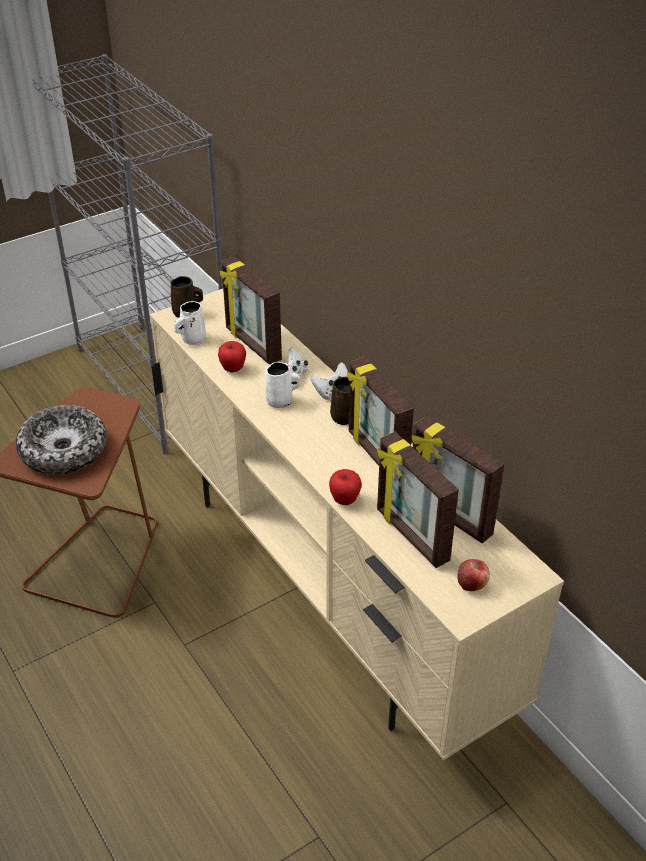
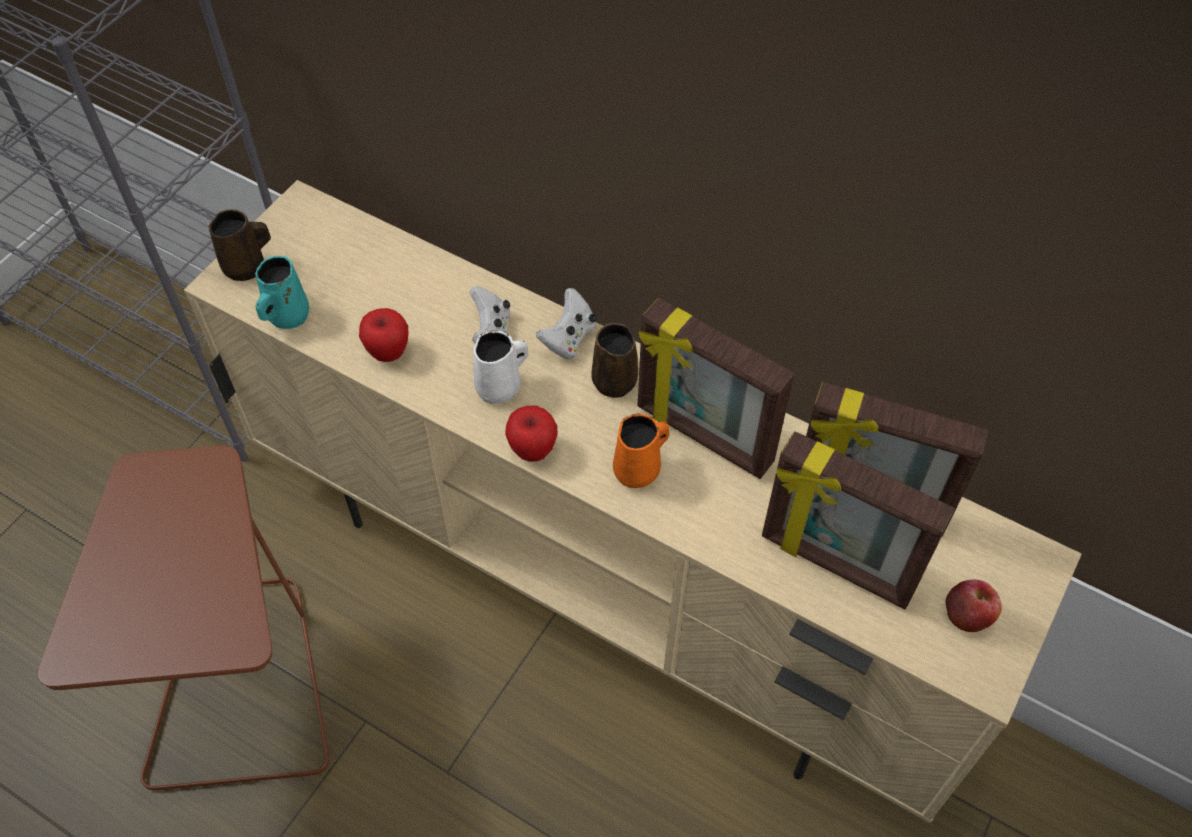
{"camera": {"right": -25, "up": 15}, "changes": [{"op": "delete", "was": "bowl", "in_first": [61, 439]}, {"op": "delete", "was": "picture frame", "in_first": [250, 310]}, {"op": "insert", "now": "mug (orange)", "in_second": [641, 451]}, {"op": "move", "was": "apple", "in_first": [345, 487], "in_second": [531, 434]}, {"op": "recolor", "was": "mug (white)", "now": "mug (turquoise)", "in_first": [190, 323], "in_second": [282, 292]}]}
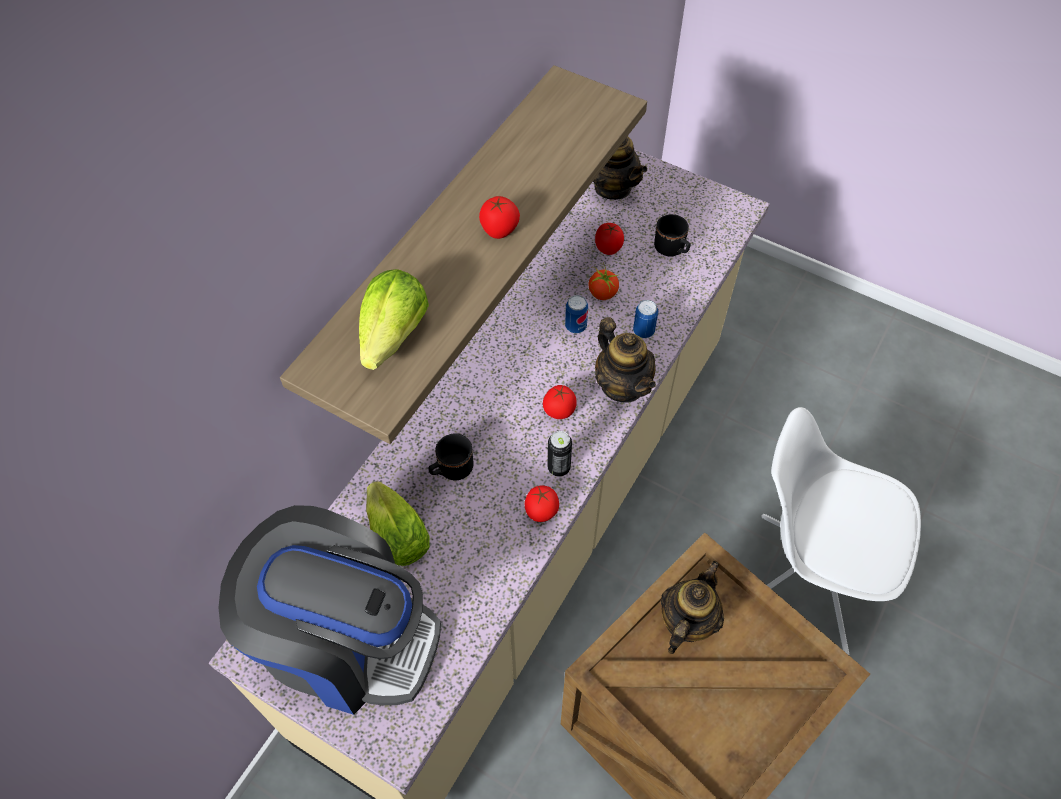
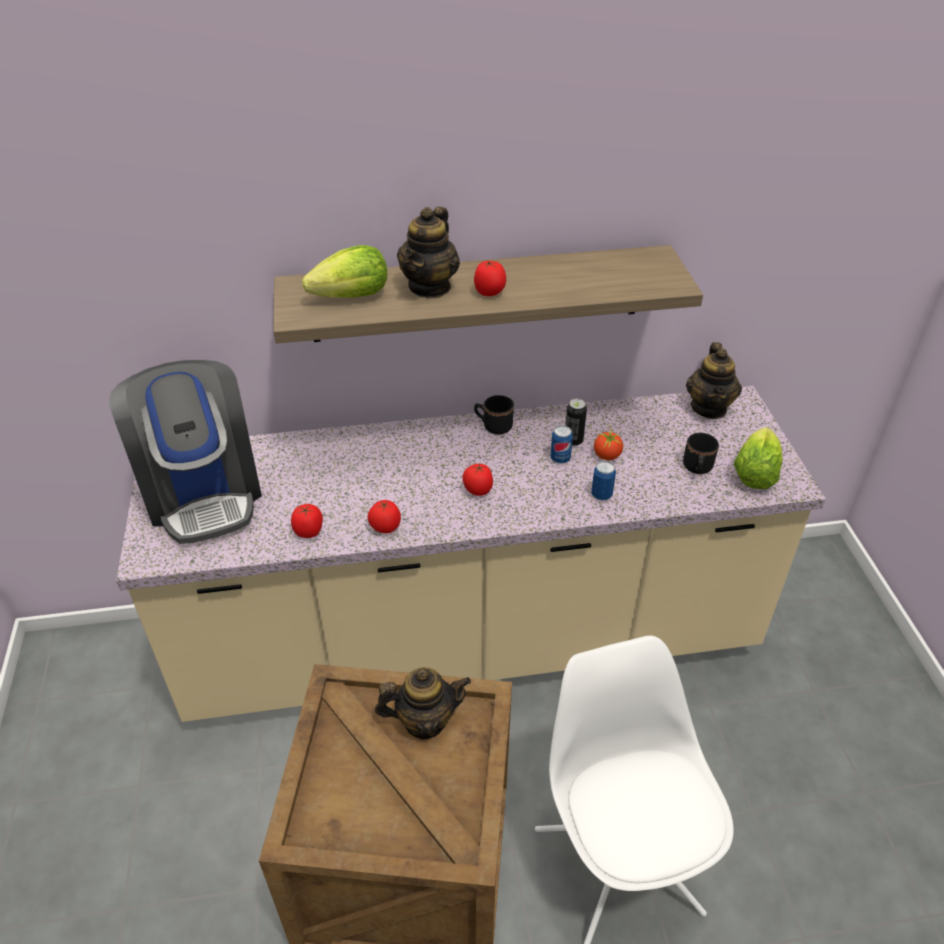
{"camera": {"right": 50, "up": -15}, "changes": [{"op": "move", "was": "lettuce", "in_first": [398, 523], "in_second": [758, 458]}, {"op": "move", "was": "mug (black)", "in_first": [451, 457], "in_second": [494, 415]}, {"op": "move", "was": "can", "in_first": [559, 453], "in_second": [576, 422]}, {"op": "move", "was": "tomato", "in_first": [609, 239], "in_second": [307, 521]}, {"op": "move", "was": "teapot", "in_first": [625, 359], "in_second": [428, 252]}]}
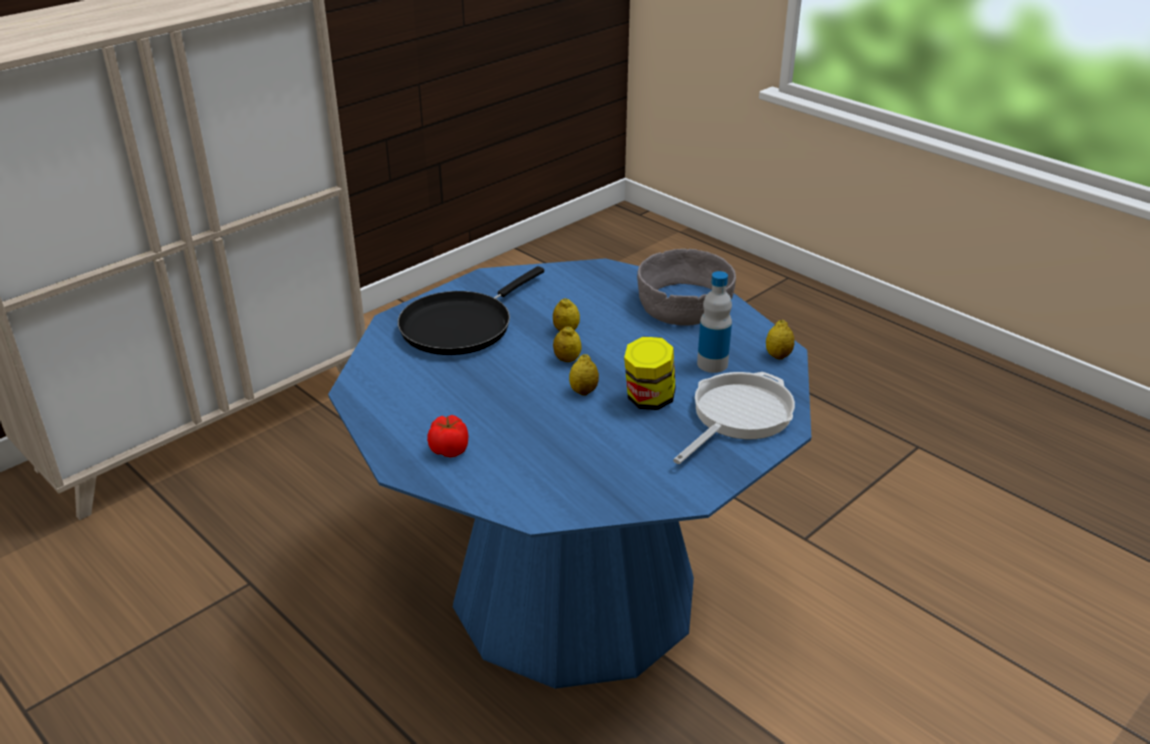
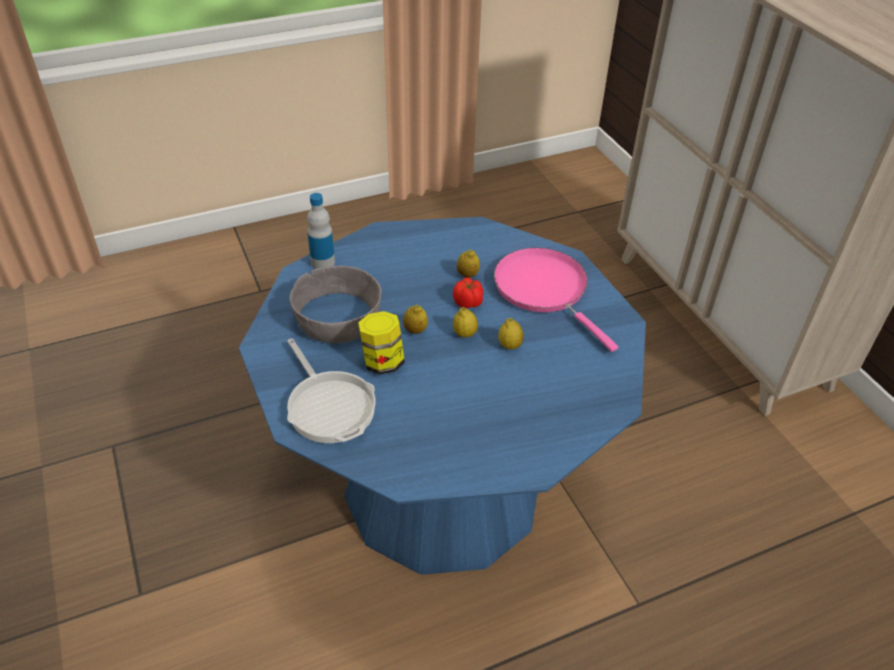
{"camera": {"right": 110, "up": 10}, "changes": [{"op": "move", "was": "tomato", "in_first": [447, 436], "in_second": [468, 293]}, {"op": "move", "was": "bowl (grey)", "in_first": [686, 287], "in_second": [335, 304]}, {"op": "move", "was": "bottle", "in_first": [714, 322], "in_second": [321, 231]}, {"op": "move", "was": "lemon", "in_first": [780, 340], "in_second": [468, 264]}, {"op": "recolor", "was": "frying pan (black)", "now": "frying pan (pink)", "in_first": [471, 310], "in_second": [556, 300]}]}
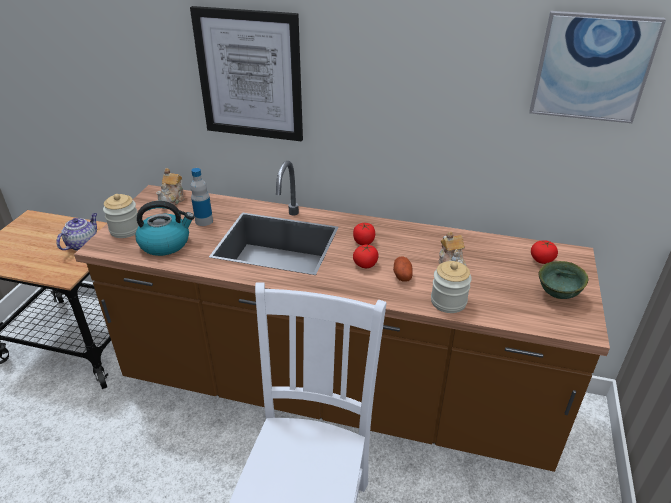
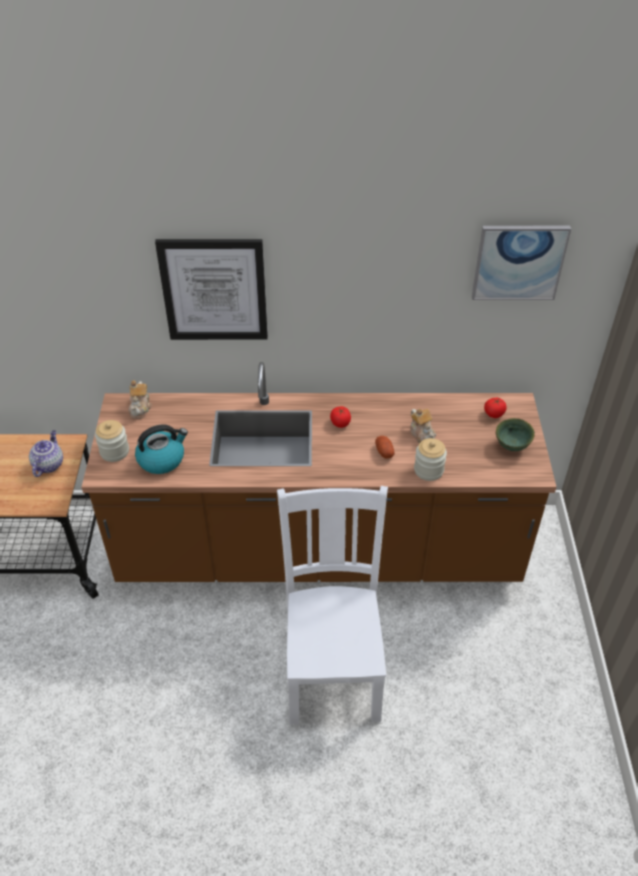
{"camera": {"right": -15, "up": 10}, "changes": [{"op": "delete", "was": "bottle", "in_first": [201, 197]}, {"op": "delete", "was": "tomato", "in_first": [365, 256]}]}
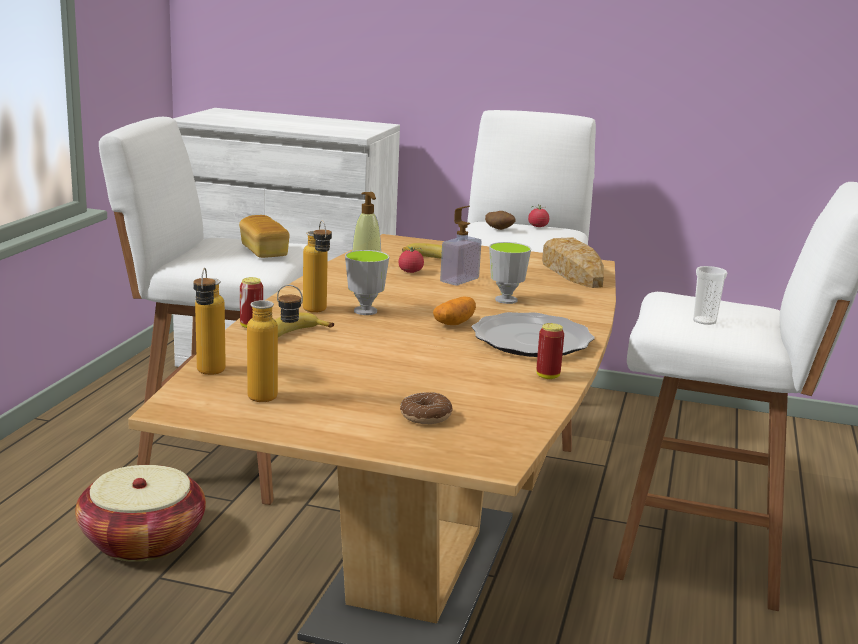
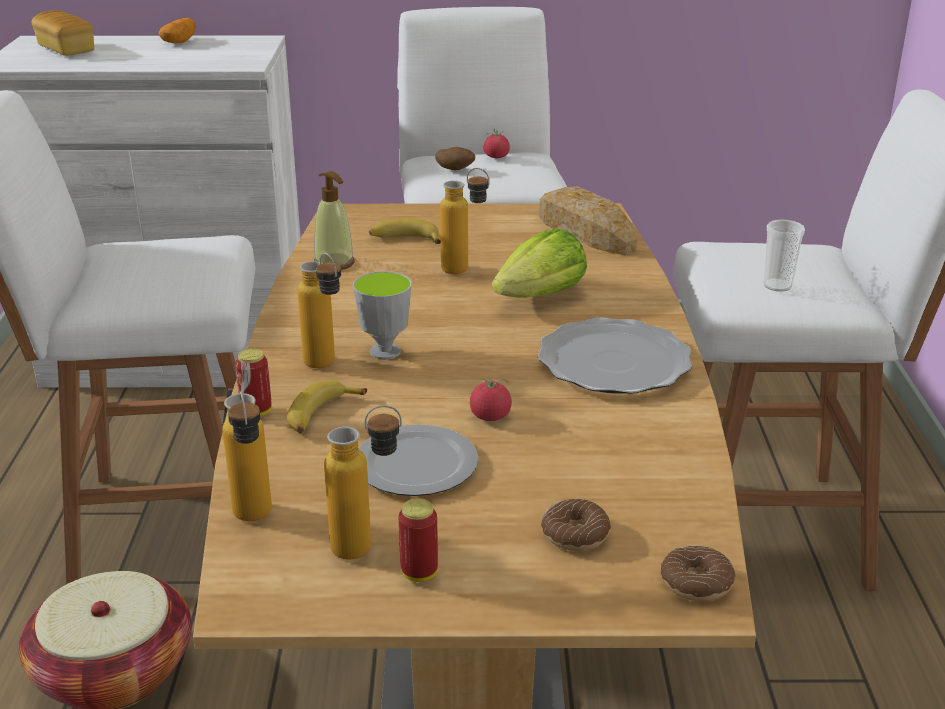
{"camera": {"right": -15, "up": 10}, "changes": [{"op": "insert", "now": "plate", "in_second": [418, 460]}, {"op": "insert", "now": "donut", "in_second": [698, 573]}, {"op": "move", "was": "bread", "in_first": [264, 236], "in_second": [63, 33]}, {"op": "move", "was": "tomato", "in_first": [411, 259], "in_second": [491, 399]}, {"op": "move", "was": "potato", "in_first": [454, 310], "in_second": [177, 30]}, {"op": "move", "was": "can", "in_first": [550, 351], "in_second": [418, 540]}, {"op": "replace", "was": "soap dispenser", "now": "bottle", "in_first": [460, 246], "in_second": [465, 221]}, {"op": "replace", "was": "cup", "now": "lettuce", "in_first": [510, 273], "in_second": [539, 263]}]}
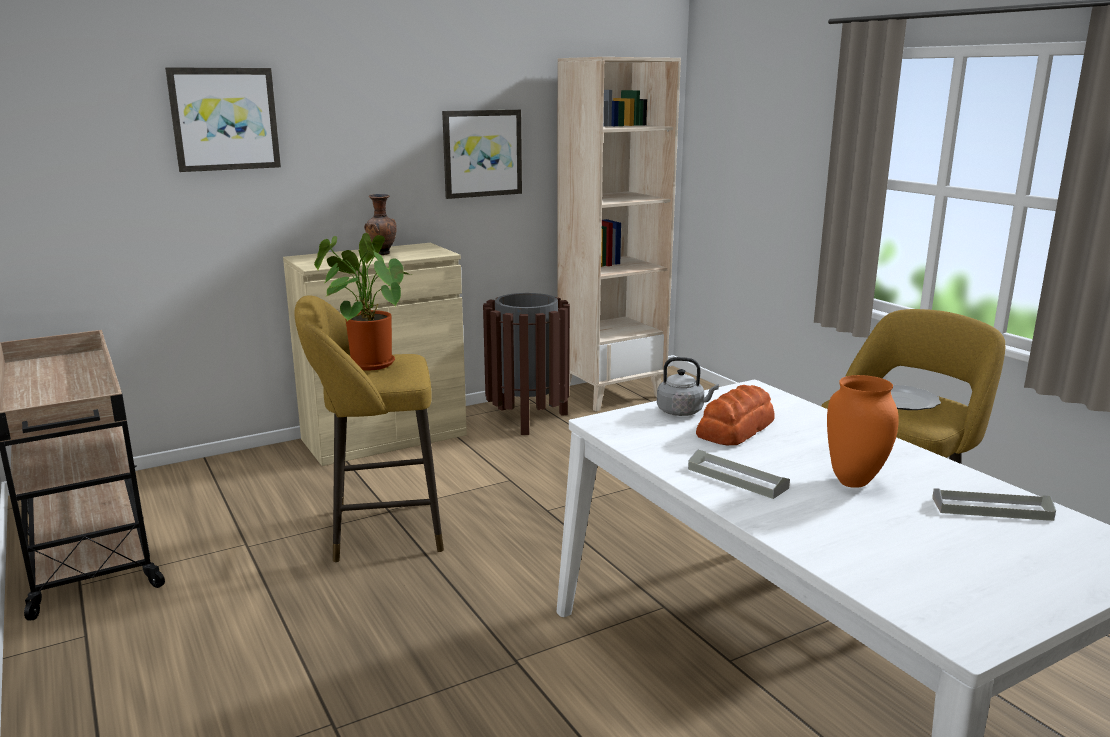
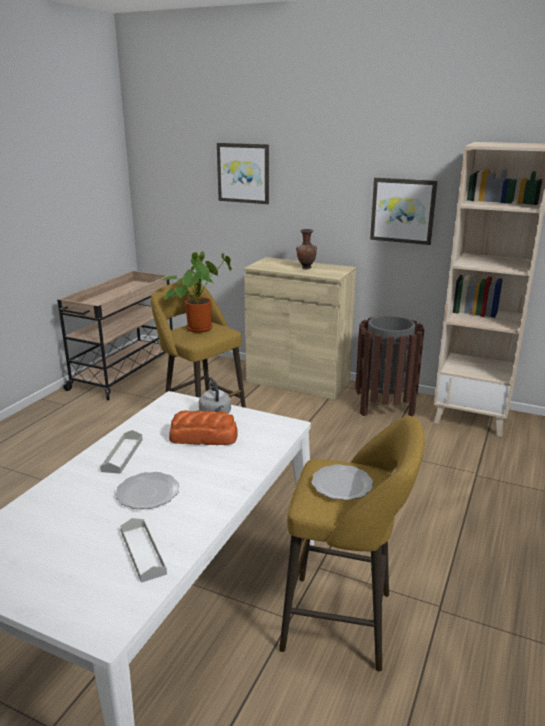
{"camera": {"right": 55, "up": 5}, "changes": [{"op": "replace", "was": "vase (orange)", "now": "plate", "in_first": [863, 431], "in_second": [147, 490]}]}
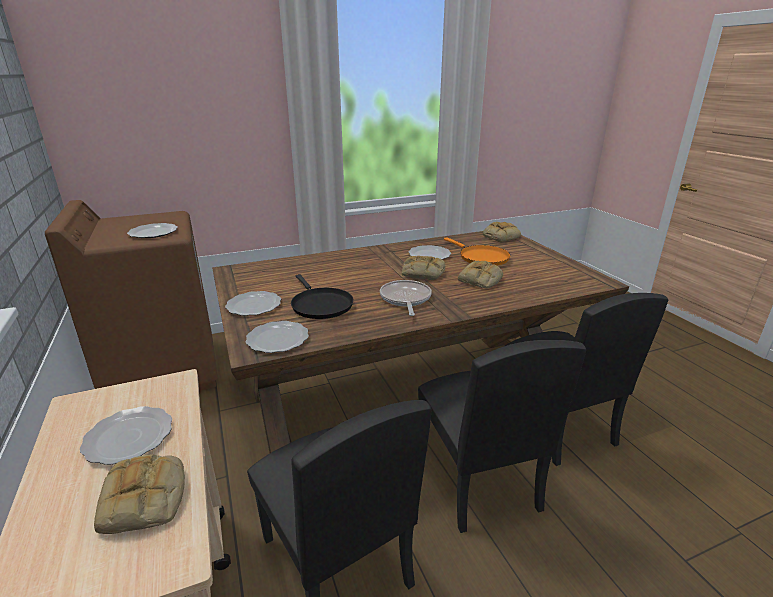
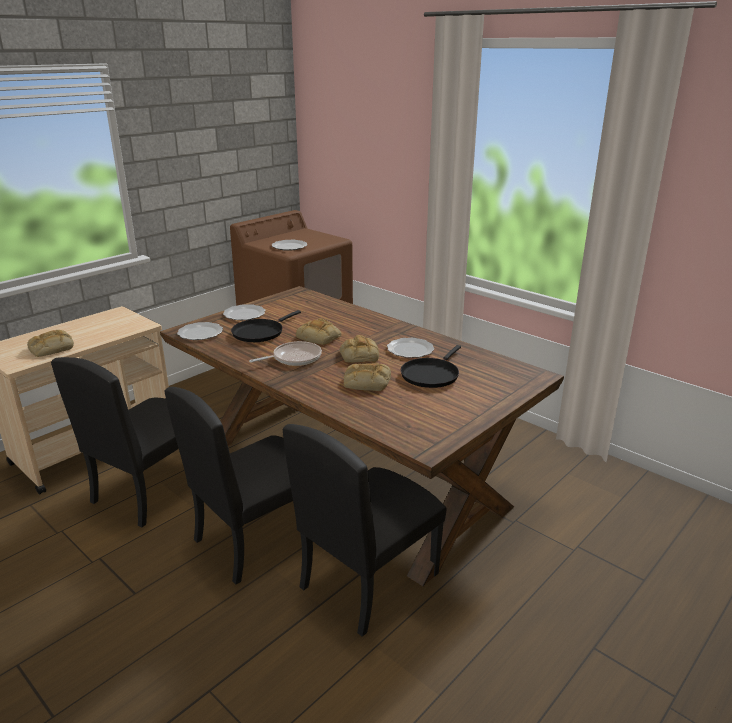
{"camera": {"right": 65, "up": 0}, "changes": [{"op": "delete", "was": "plate", "in_first": [126, 435]}, {"op": "move", "was": "bread", "in_first": [502, 232], "in_second": [319, 331]}, {"op": "recolor", "was": "frying pan (orange)", "now": "frying pan (black)", "in_first": [477, 251], "in_second": [431, 366]}]}
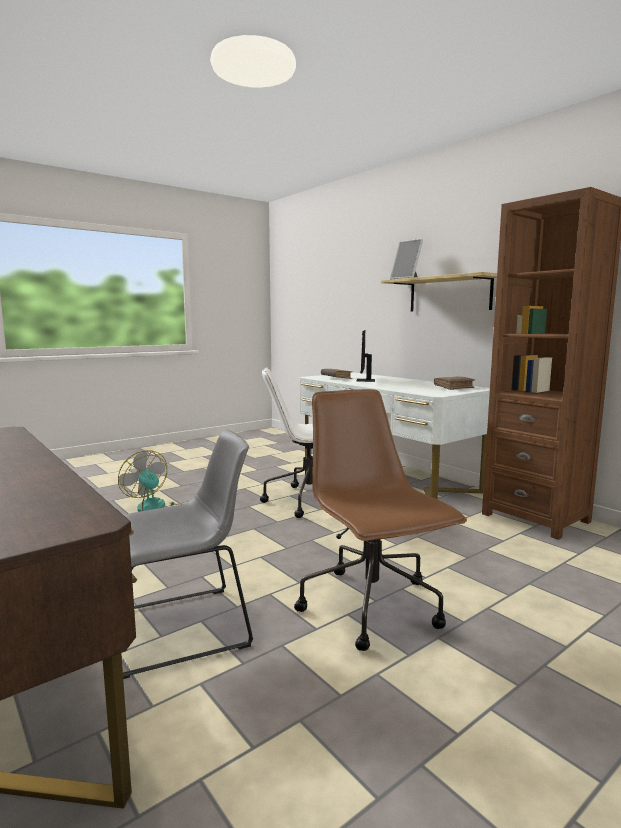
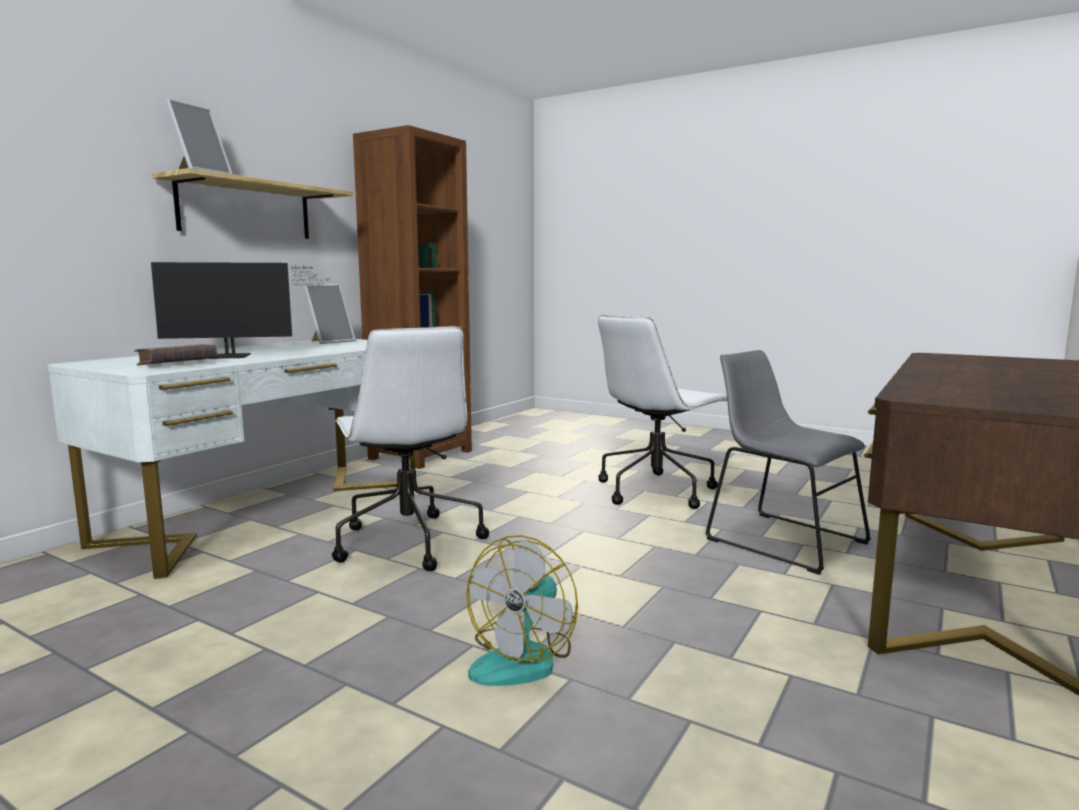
{"camera": {"right": -110, "up": 0}, "changes": [{"op": "replace", "was": "book (brown)", "now": "picture frame", "in_first": [454, 383], "in_second": [330, 314]}, {"op": "recolor", "was": "office chair (brown)", "now": "office chair (white)", "in_first": [380, 520], "in_second": [662, 412]}]}
